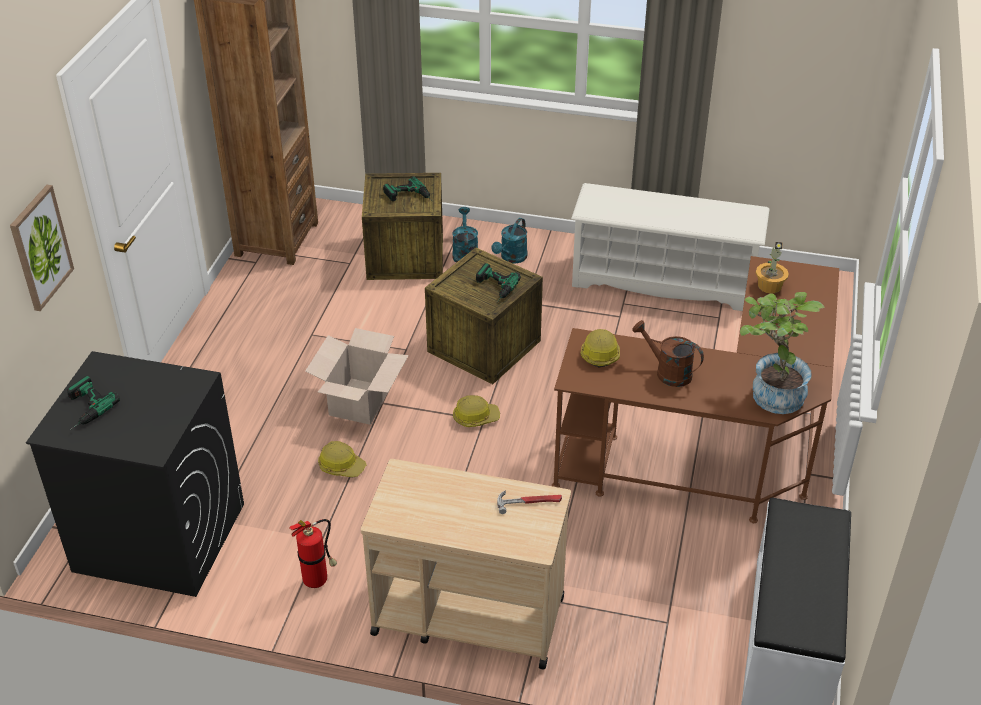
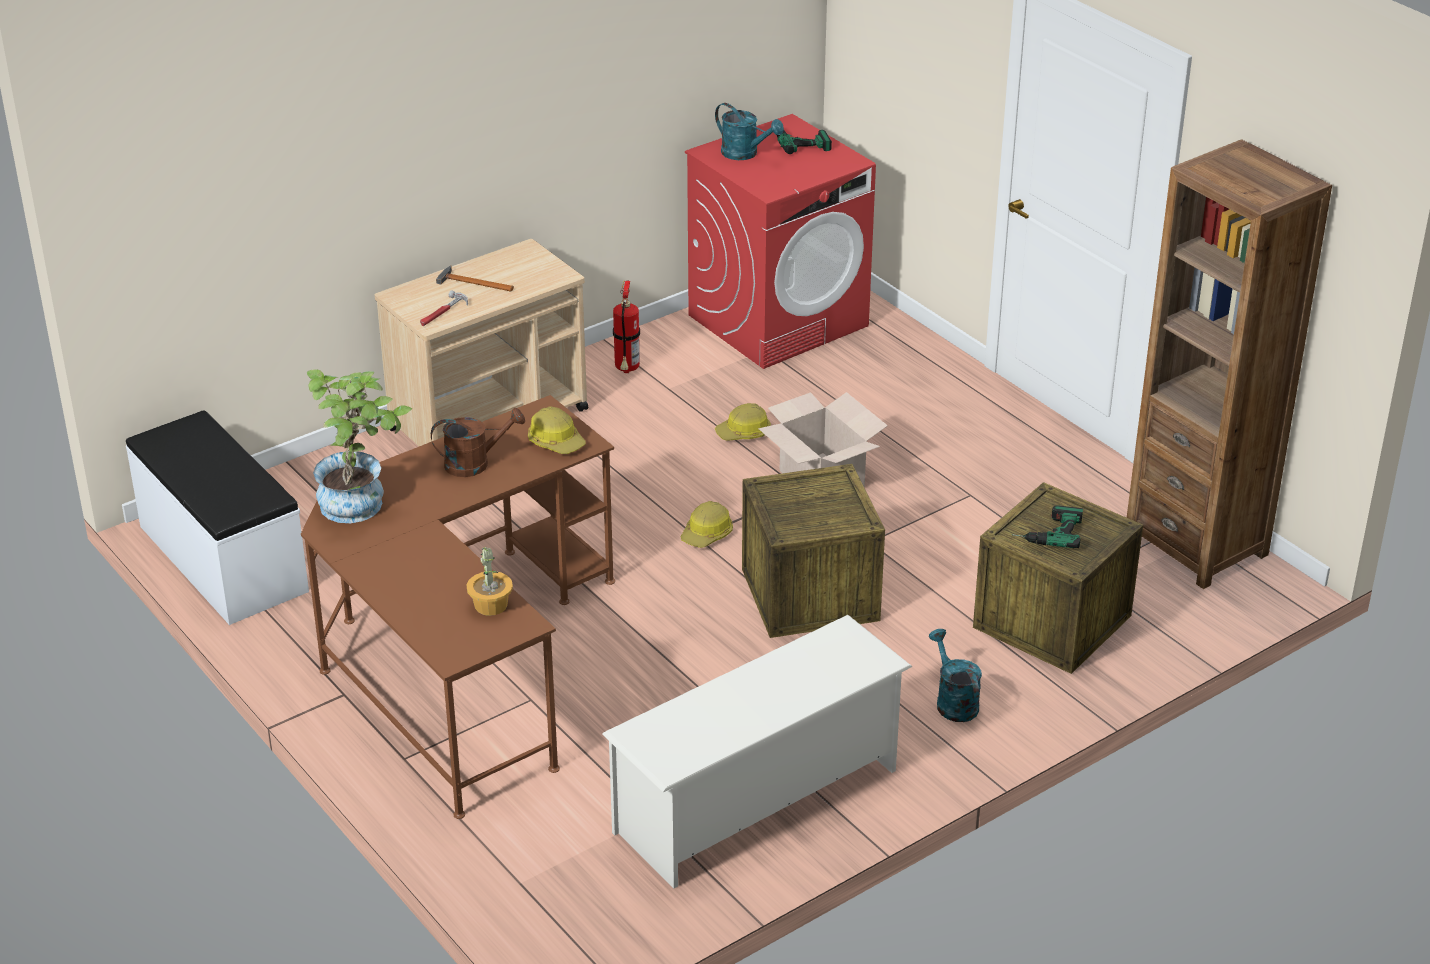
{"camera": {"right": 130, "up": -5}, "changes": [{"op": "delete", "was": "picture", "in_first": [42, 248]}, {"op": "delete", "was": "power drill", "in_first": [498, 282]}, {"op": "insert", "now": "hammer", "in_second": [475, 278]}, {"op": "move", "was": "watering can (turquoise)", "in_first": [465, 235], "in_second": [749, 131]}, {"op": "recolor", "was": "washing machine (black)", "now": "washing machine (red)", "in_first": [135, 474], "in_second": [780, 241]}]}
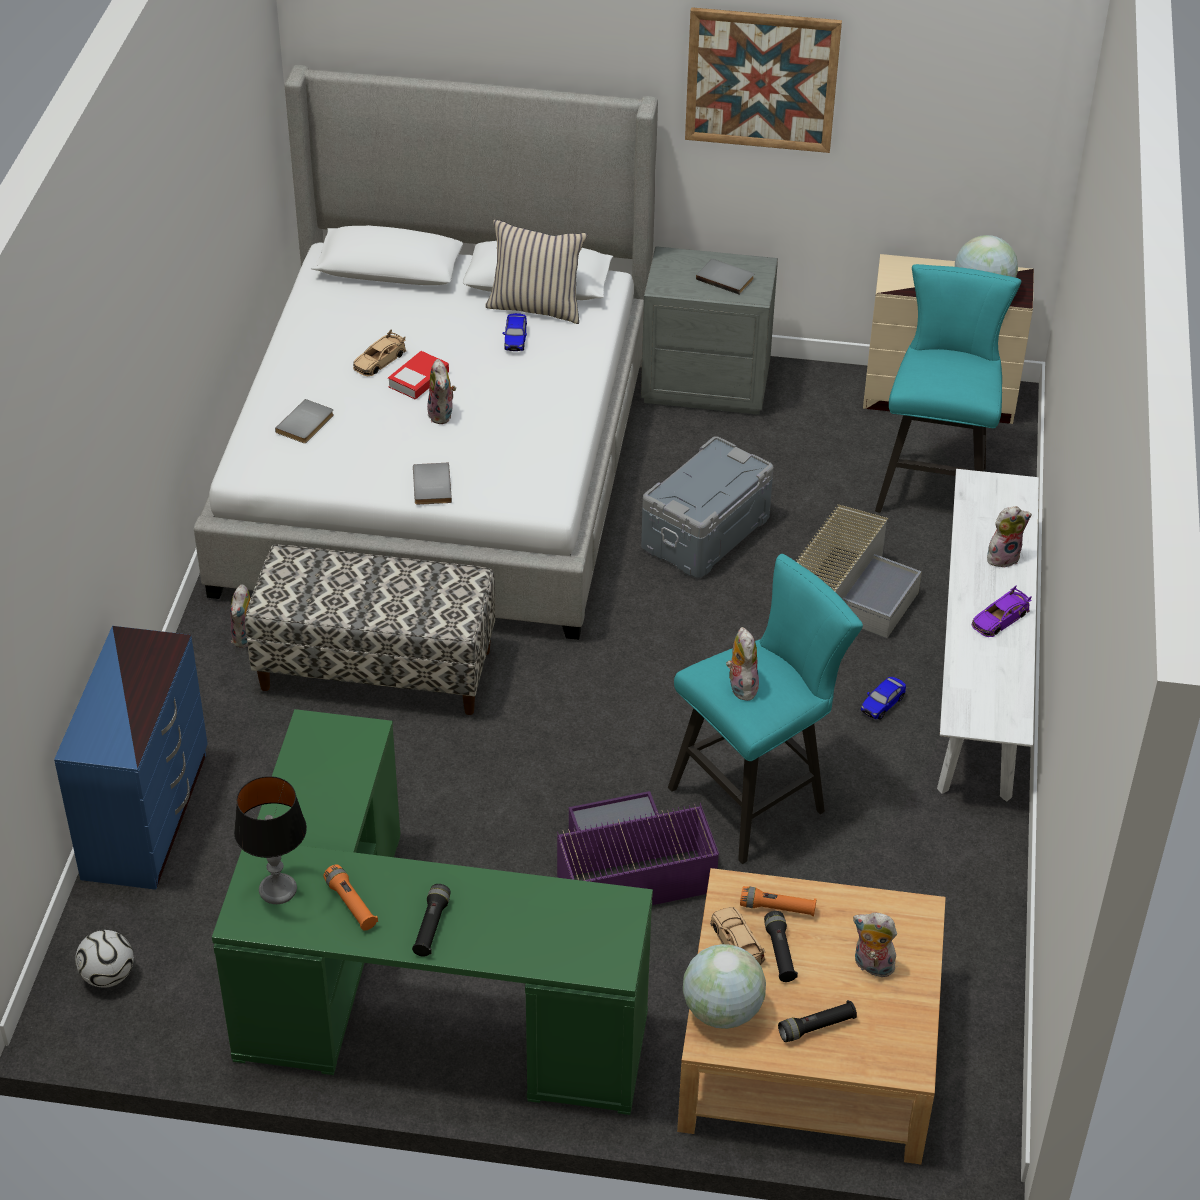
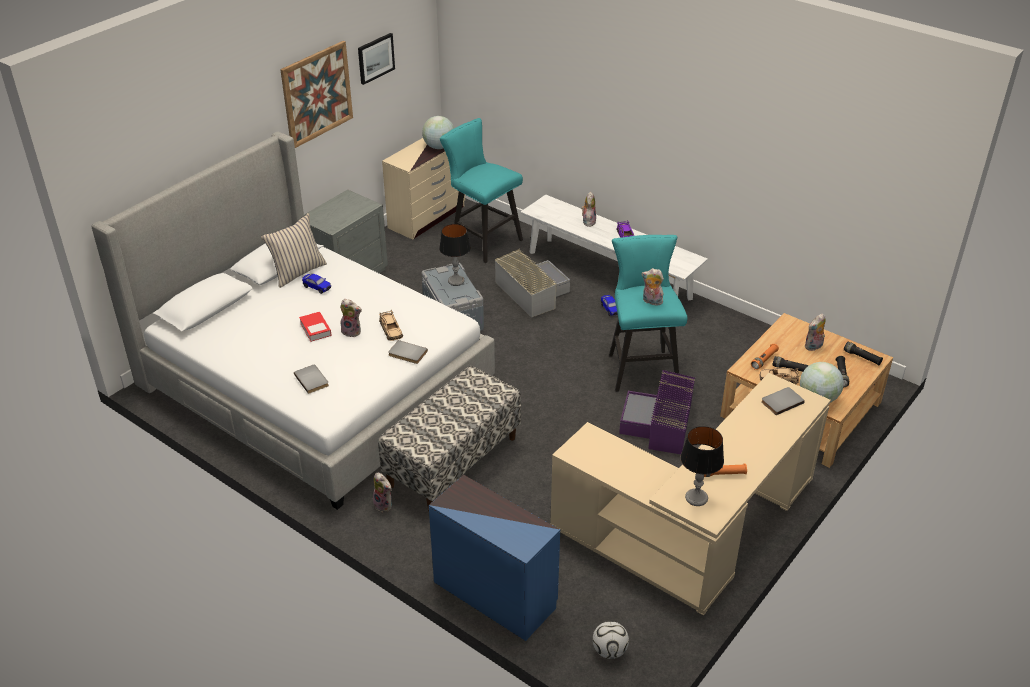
{"camera": {"right": -60, "up": -5}, "changes": [{"op": "insert", "now": "picture", "in_second": [376, 59]}, {"op": "insert", "now": "table lamp", "in_second": [455, 255]}, {"op": "move", "was": "toy car (beige)", "in_first": [379, 352], "in_second": [391, 325]}, {"op": "move", "was": "flashlight (black)", "in_first": [431, 920], "in_second": [863, 353]}, {"op": "move", "was": "book (grey)", "in_first": [725, 277], "in_second": [783, 401]}, {"op": "recolor", "was": "desk (green)", "now": "desk (beige)", "in_first": [432, 912], "in_second": [690, 494]}]}
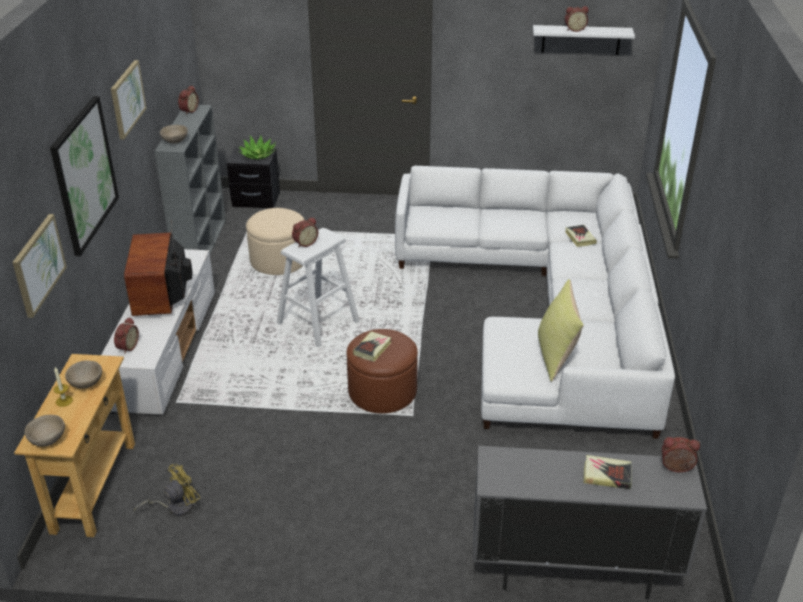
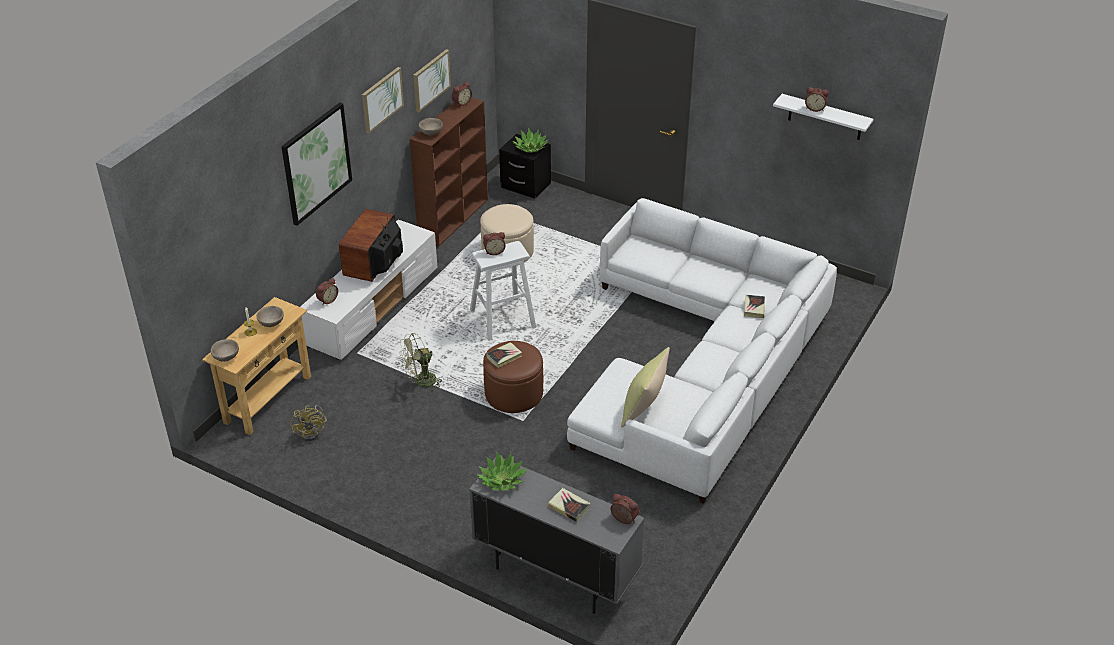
{"camera": {"right": 25, "up": 5}, "changes": [{"op": "insert", "now": "fan (green)", "in_second": [421, 362]}, {"op": "insert", "now": "potted plant", "in_second": [502, 471]}, {"op": "move", "was": "picture", "in_first": [39, 266], "in_second": [432, 80]}, {"op": "recolor", "was": "bookcase (grey)", "now": "bookcase (brown)", "in_first": [190, 179], "in_second": [449, 172]}, {"op": "rotate", "was": "fan (yellow)", "in_first": [167, 490], "in_second": [308, 423], "clockwise": 90}]}
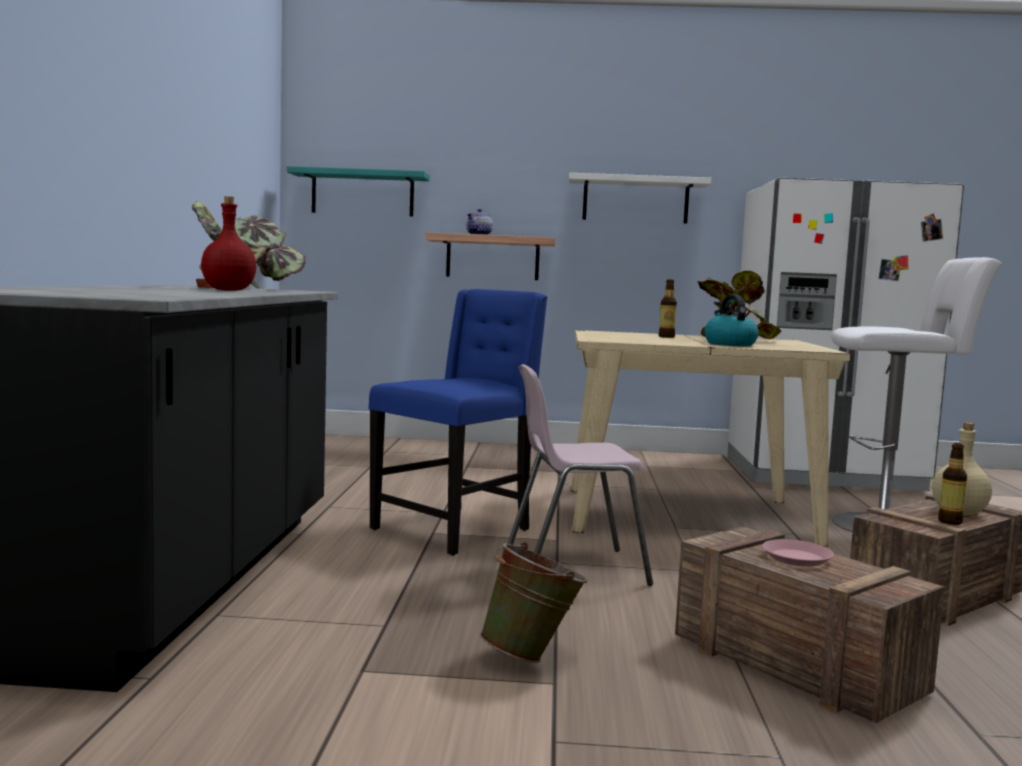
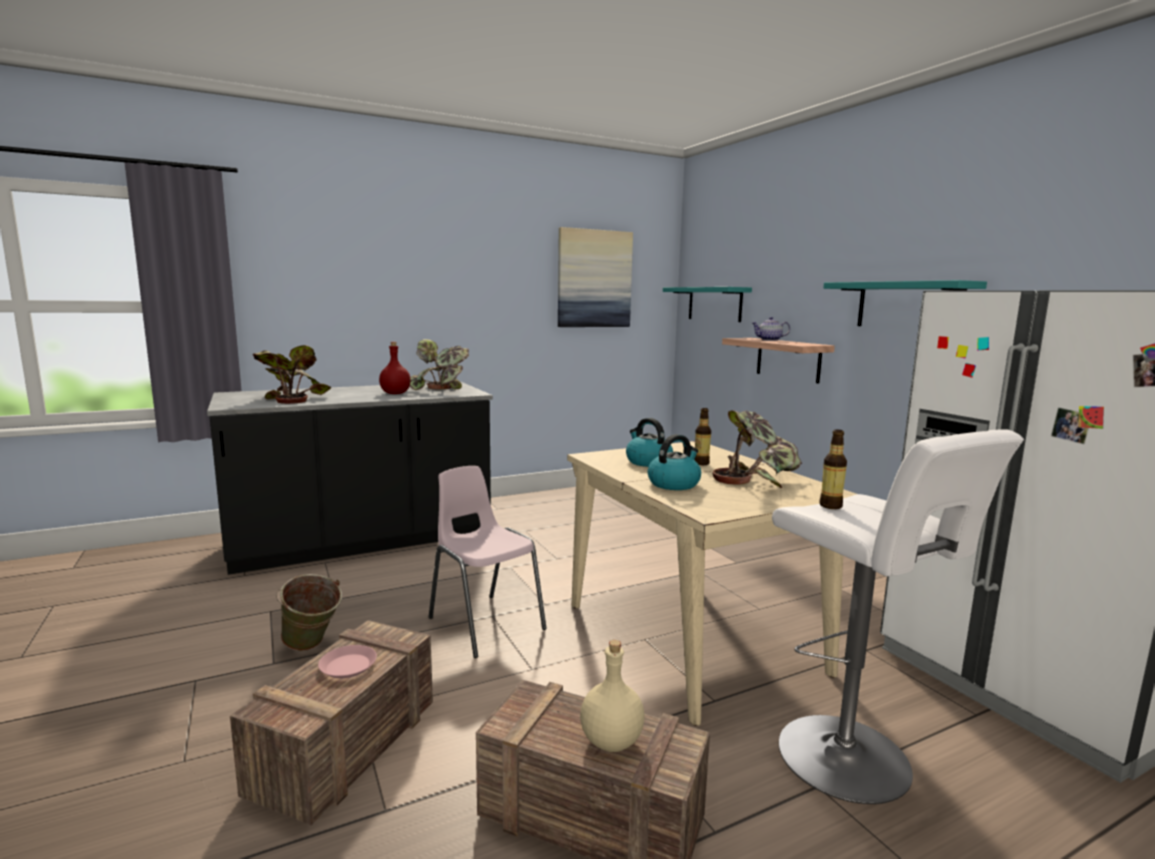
{"camera": {"right": 60, "up": 5}, "changes": [{"op": "delete", "was": "chair (blue)", "in_first": [458, 422]}, {"op": "insert", "now": "potted plant", "in_second": [292, 374]}, {"op": "insert", "now": "picture", "in_second": [595, 277]}, {"op": "insert", "now": "kettle", "in_second": [649, 442]}, {"op": "move", "was": "bottle", "in_first": [952, 484], "in_second": [833, 469]}, {"op": "recolor", "was": "shelf (white)", "now": "shelf (turquoise)", "in_first": [640, 198], "in_second": [905, 303]}]}
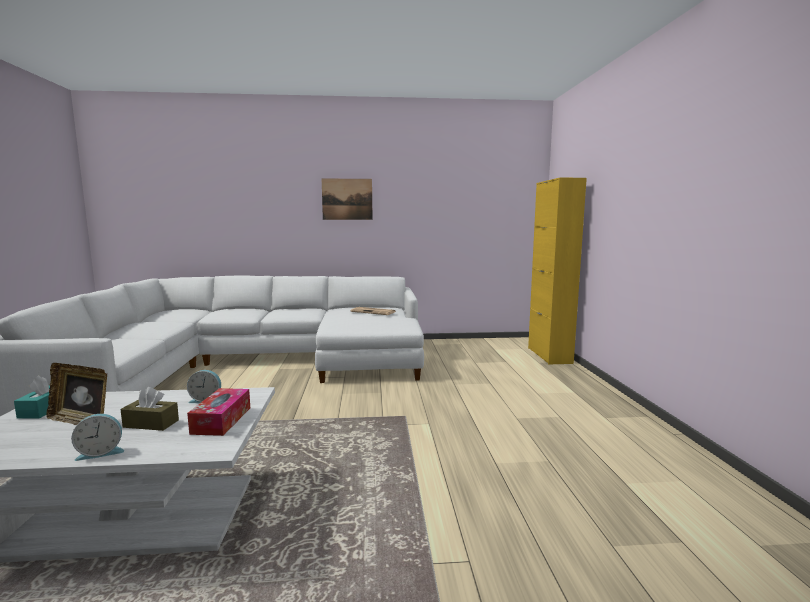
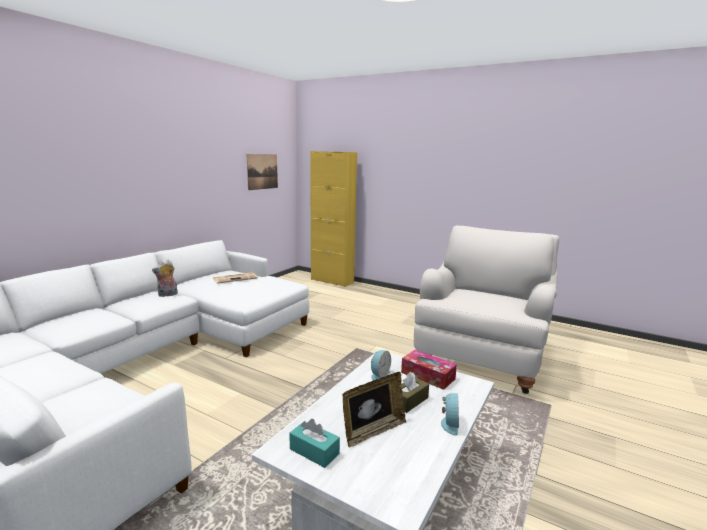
{"camera": {"right": -55, "up": 5}, "changes": [{"op": "insert", "now": "plush toy", "in_second": [165, 278]}, {"op": "insert", "now": "armchair (white)", "in_second": [486, 309]}, {"op": "move", "was": "picture", "in_first": [347, 199], "in_second": [262, 172]}]}
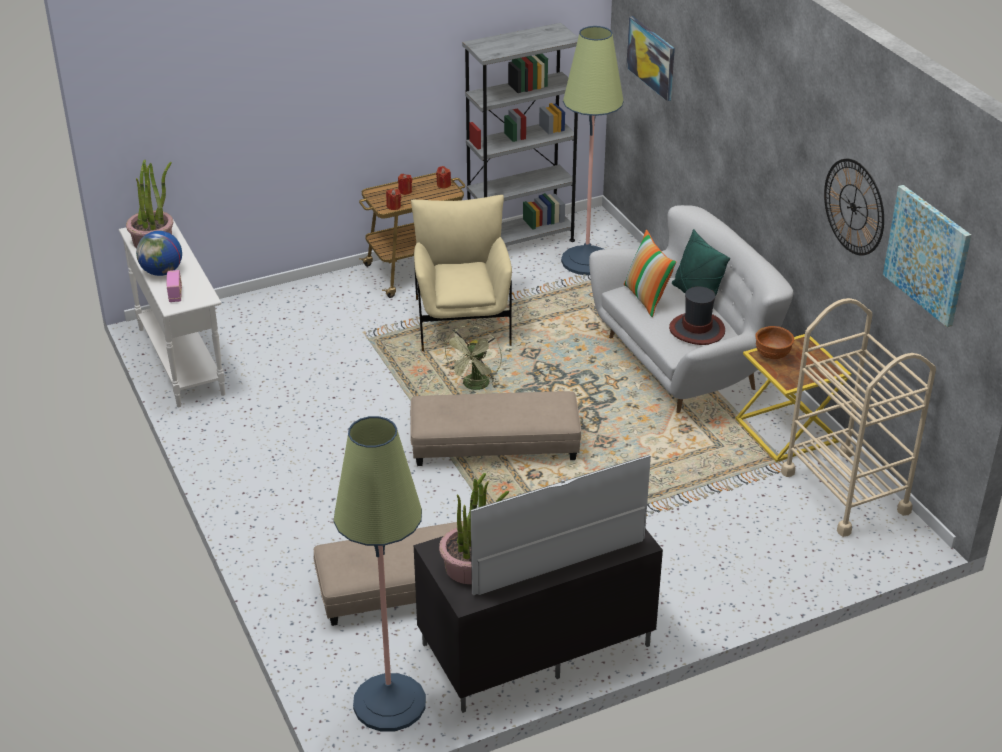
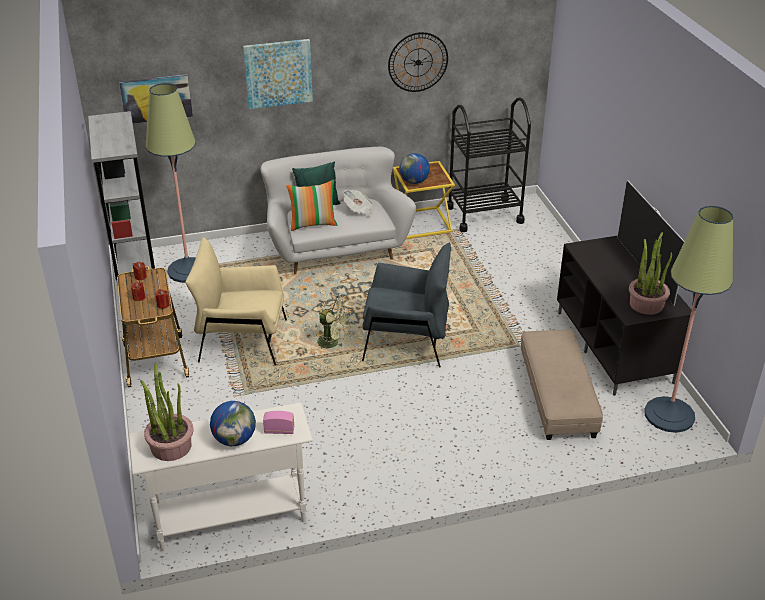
{"camera": {"right": -80, "up": 0}, "changes": [{"op": "move", "was": "picture", "in_first": [927, 256], "in_second": [278, 74]}, {"op": "replace", "was": "ottoman (beige)", "now": "armchair (grey)", "in_first": [495, 428], "in_second": [406, 305]}, {"op": "replace", "was": "hat", "now": "newspaper", "in_first": [697, 316], "in_second": [359, 203]}, {"op": "replace", "was": "bowl (brown)", "now": "globe", "in_first": [775, 342], "in_second": [414, 168]}, {"op": "recolor", "was": "cart (beige)", "now": "cart (black)", "in_first": [858, 417], "in_second": [489, 165]}]}
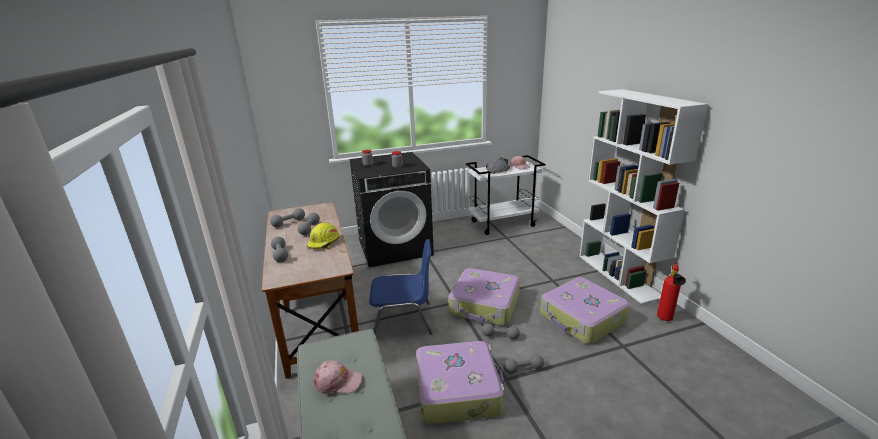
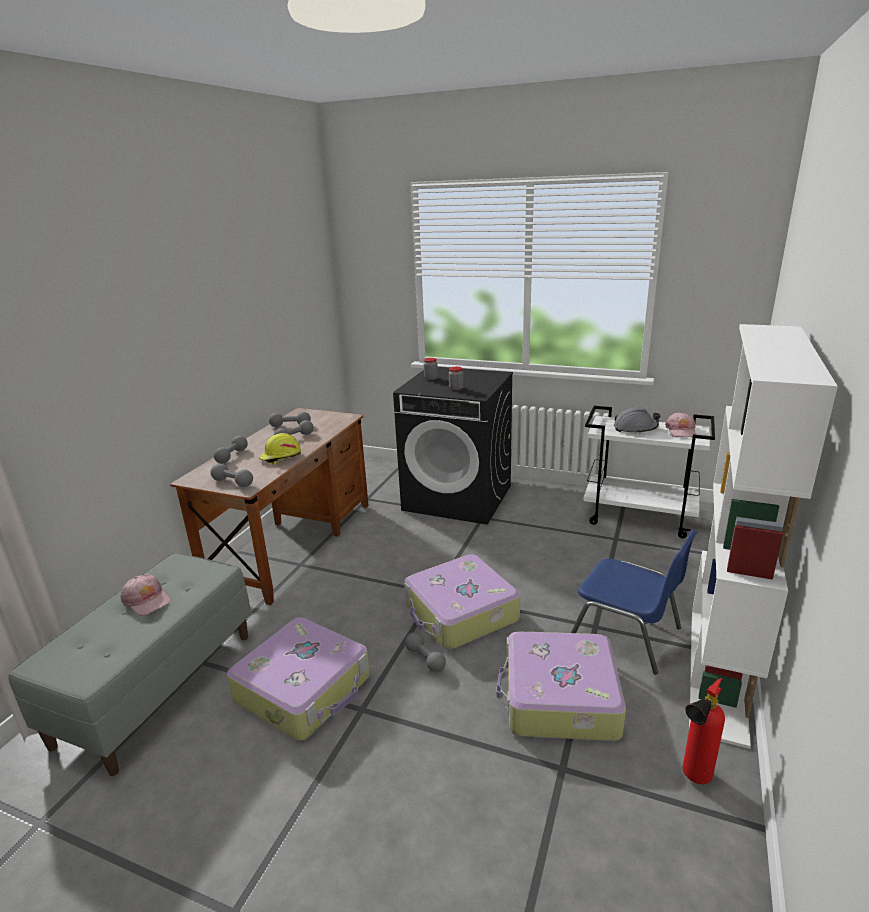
{"camera": {"right": 40, "up": 0}, "changes": [{"op": "move", "was": "chair (blue)", "in_first": [401, 287], "in_second": [634, 602]}, {"op": "move", "was": "dumbbell (grey)", "in_first": [523, 364], "in_second": [231, 475]}]}
